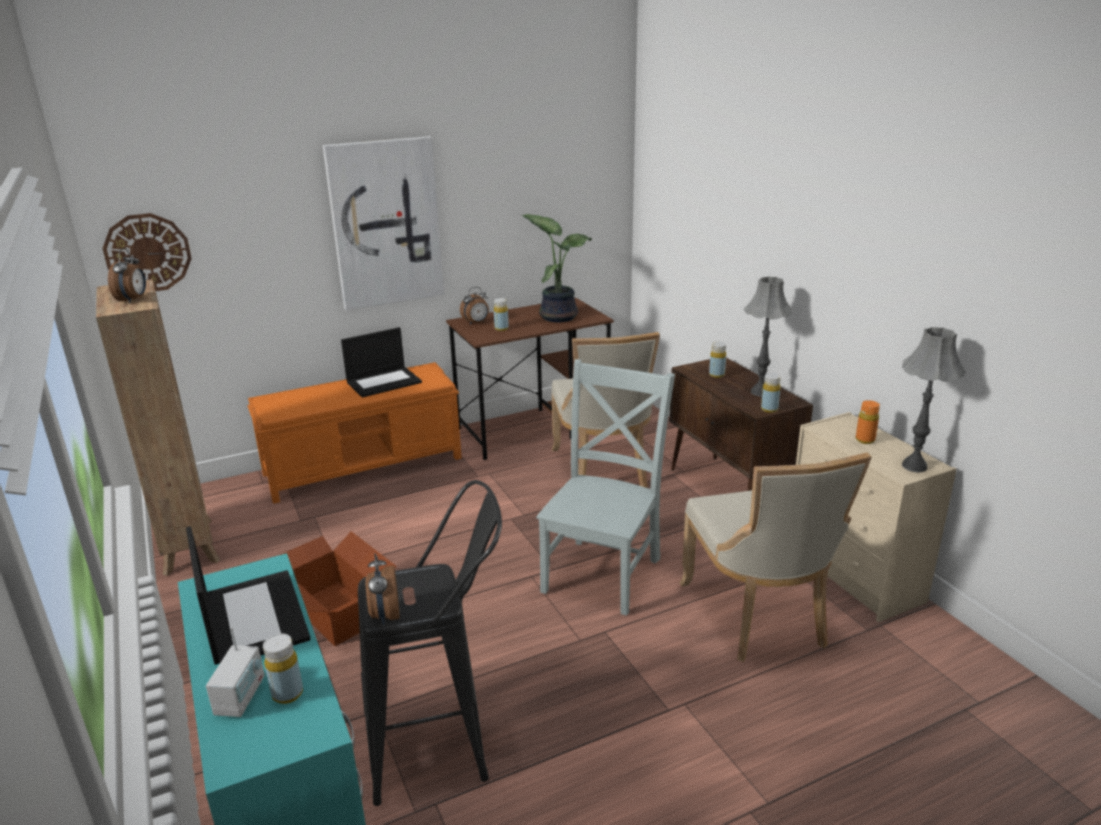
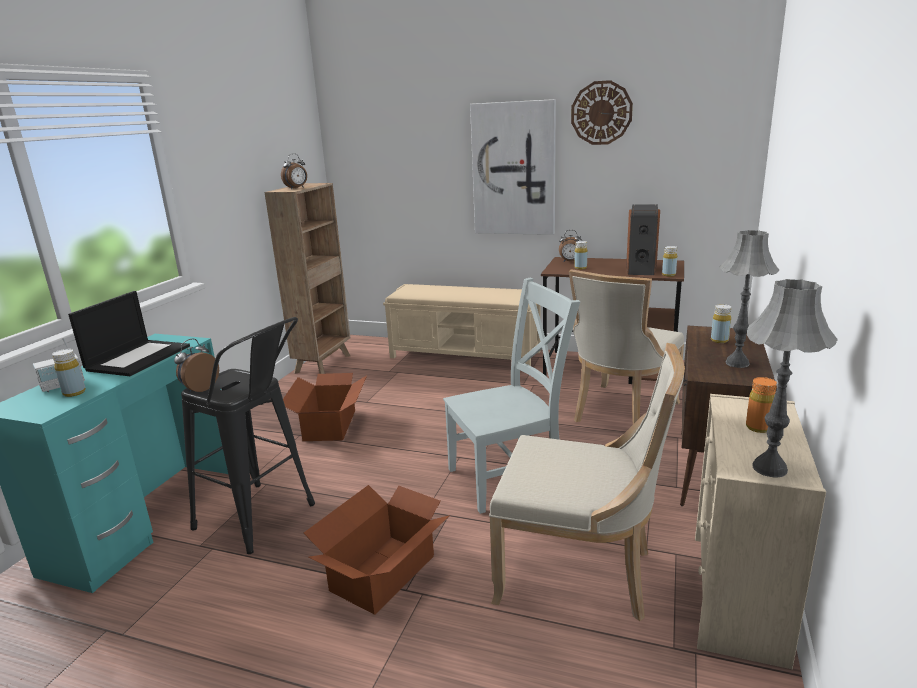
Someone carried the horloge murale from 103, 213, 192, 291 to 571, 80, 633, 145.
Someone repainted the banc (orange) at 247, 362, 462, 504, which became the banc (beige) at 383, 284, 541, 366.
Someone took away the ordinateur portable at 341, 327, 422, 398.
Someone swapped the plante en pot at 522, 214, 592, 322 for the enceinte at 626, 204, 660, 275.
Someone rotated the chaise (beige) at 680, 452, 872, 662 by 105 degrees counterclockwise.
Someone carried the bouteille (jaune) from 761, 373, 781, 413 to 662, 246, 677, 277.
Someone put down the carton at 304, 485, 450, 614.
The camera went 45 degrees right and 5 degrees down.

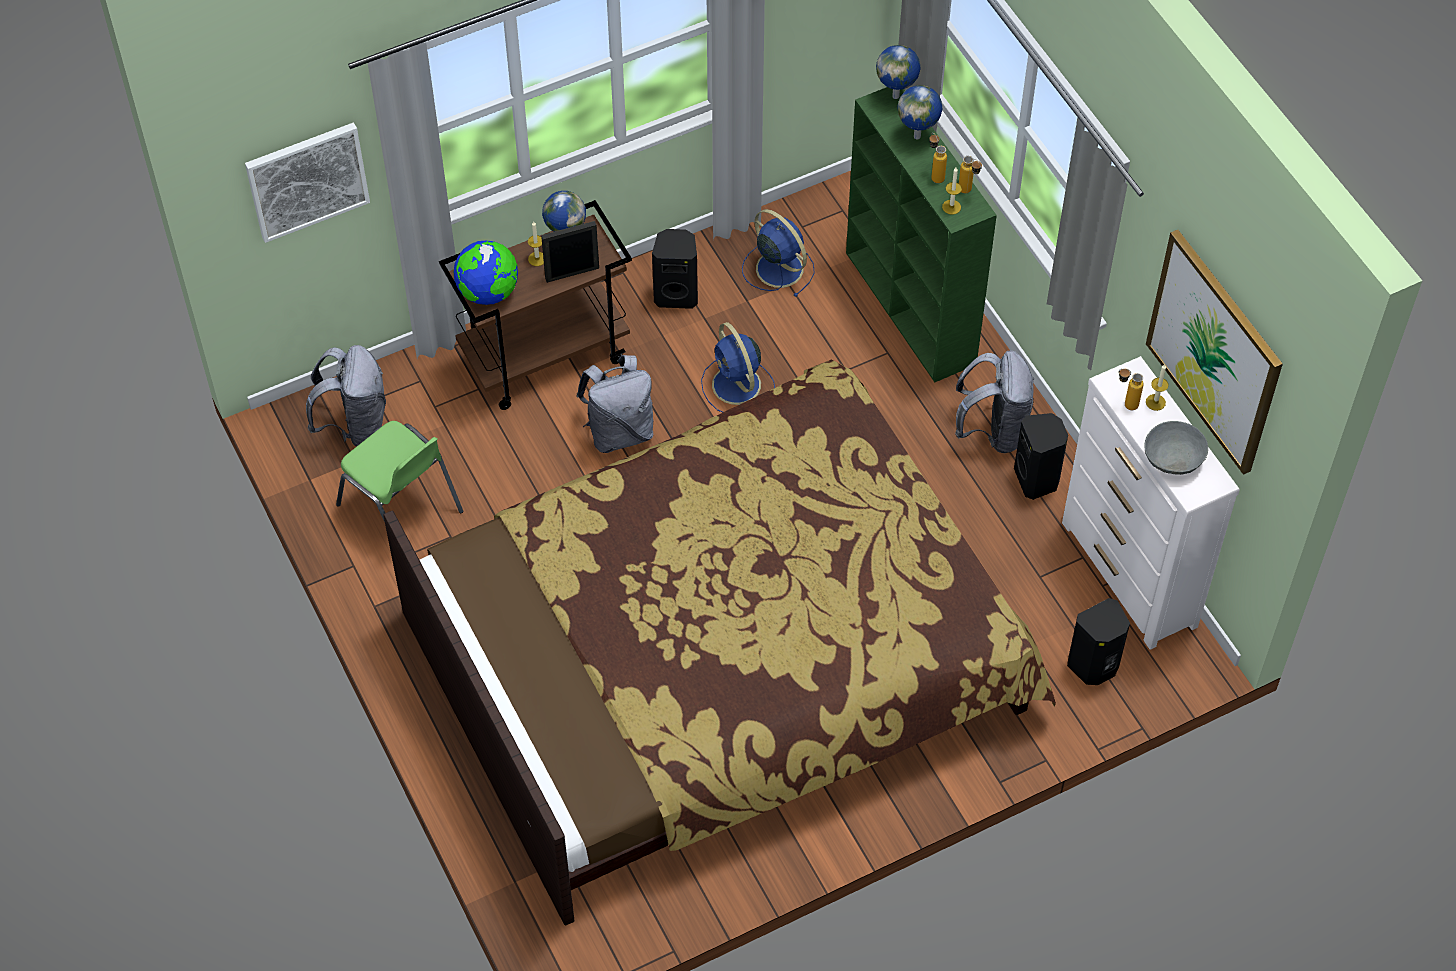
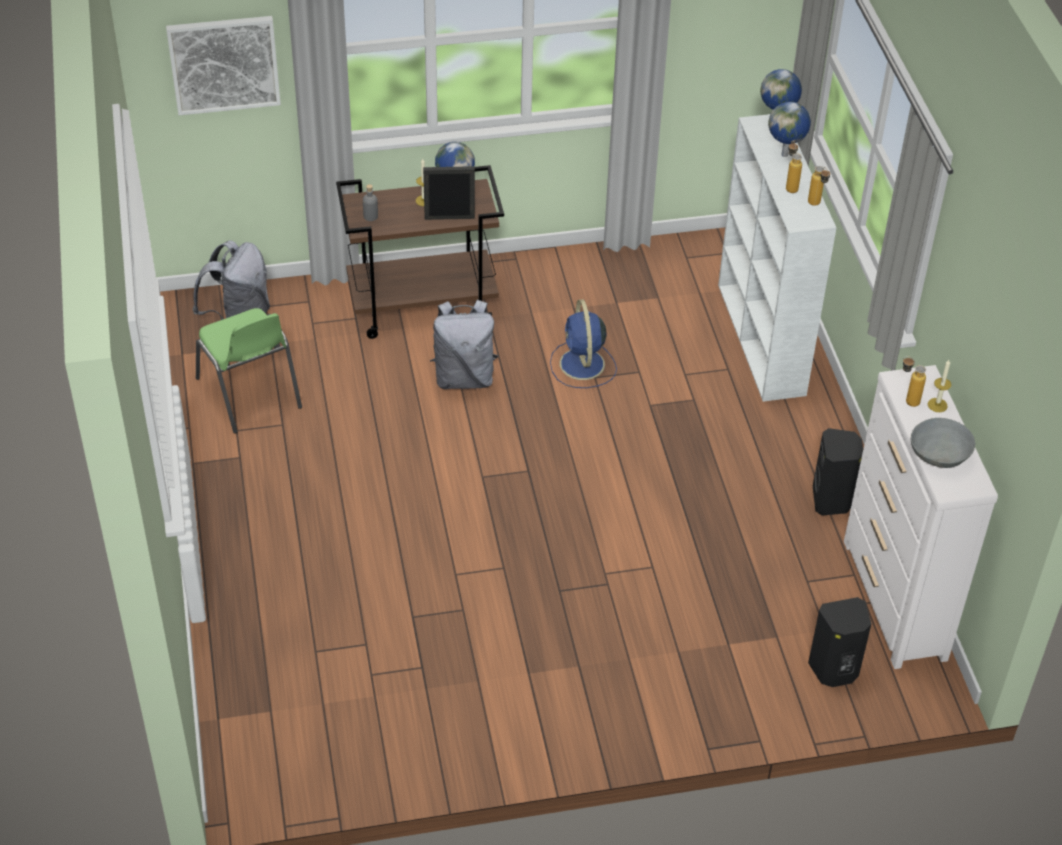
Someone took away the lit at 383, 360, 1056, 925.
Someone swapped the globe at 454, 241, 518, 305 for the bouteille (gris) at 363, 184, 378, 221.
Someone took away the enceinte (noir) at 652, 229, 698, 309.
Someone took away the ventilateur (bleu) at 742, 209, 815, 297.
Someone repainted the bibliothèque (vert) at 846, 87, 997, 382, which became the bibliothèque (blanc) at 718, 114, 836, 402.
Someone took away the bougie at 942, 168, 962, 215.
Someone took away the sac à dos (gris) at 955, 350, 1034, 453.
Someone took away the tableau at 1146, 230, 1283, 475.
The camera went 15 degrees right and 10 degrees down.

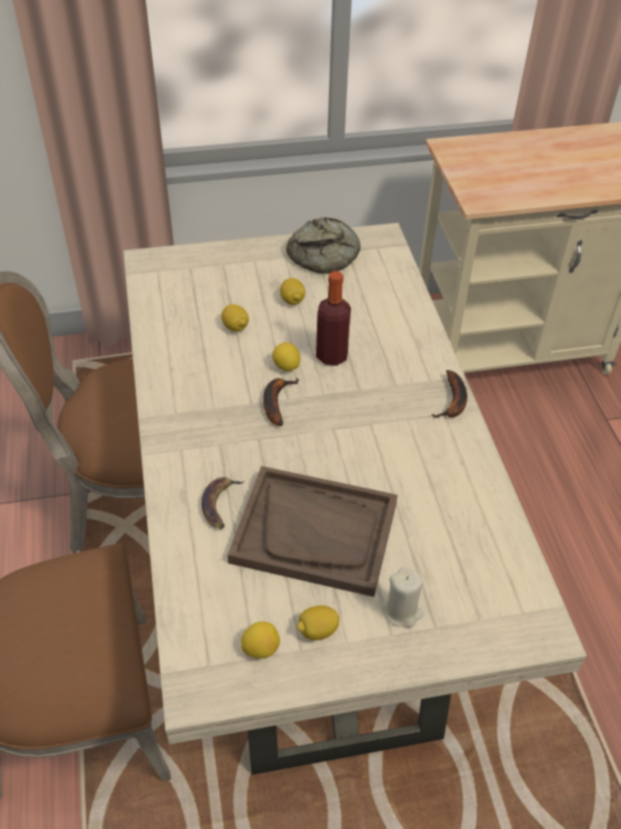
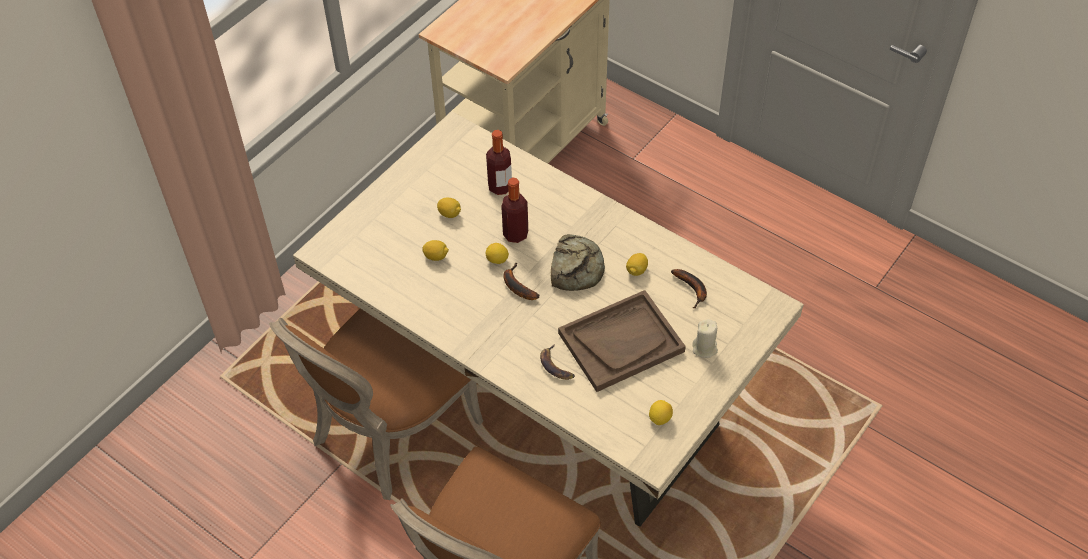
Someone carried the pain from 286, 217, 361, 274 to 551, 234, 605, 291.
Someone carried the citron from 297, 605, 340, 641 to 626, 253, 648, 276.
Someone carried the banane from 432, 370, 467, 418 to 671, 269, 707, 308.
Someone put down the bouteille at 486, 130, 512, 195.
The camera went 40 degrees left and 5 degrees up.

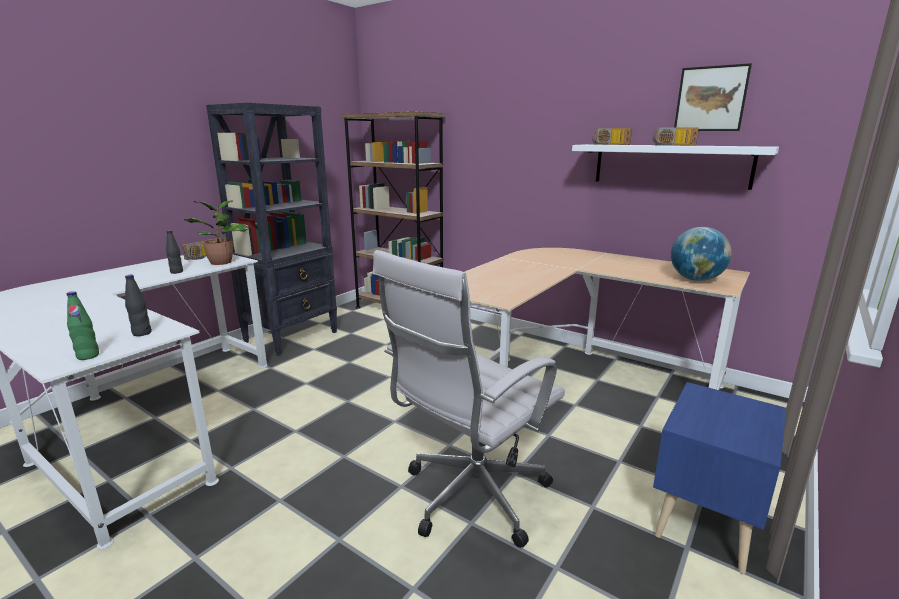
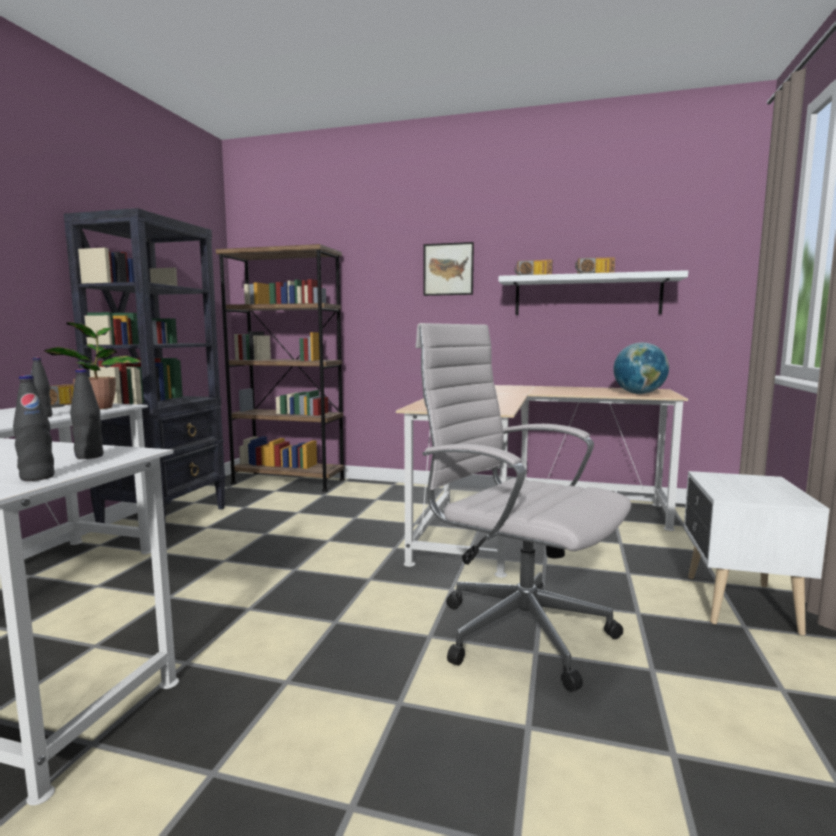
Someone repainted the bouteille (vert) at 67, 291, 99, 360, which became the bouteille (noir) at 13, 375, 55, 481.
Someone rotated the chaise de bureau (blanc) at 373, 250, 565, 548 by 105 degrees clockwise.
Someone repainted the table de chevet (bleu) at 653, 382, 786, 574, which became the table de chevet (blanc) at 684, 471, 830, 635.
Someone carried the tableau from 674, 63, 752, 131 to 424, 242, 474, 296.
The camera went 20 degrees left and 10 degrees down.

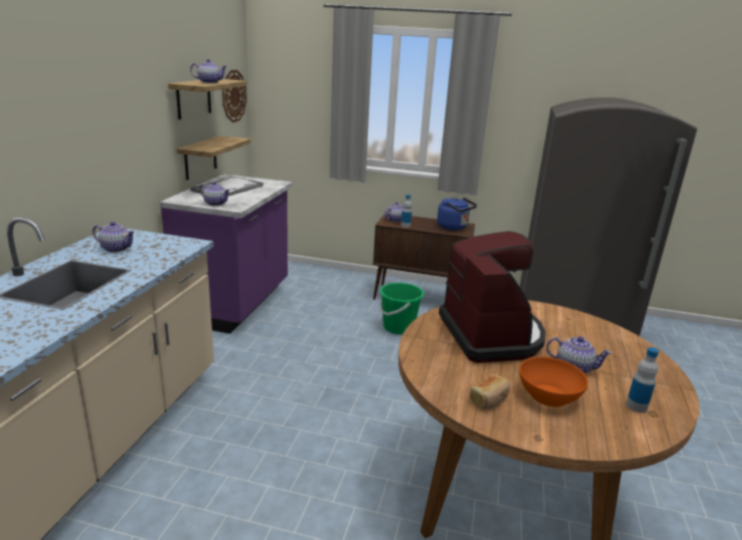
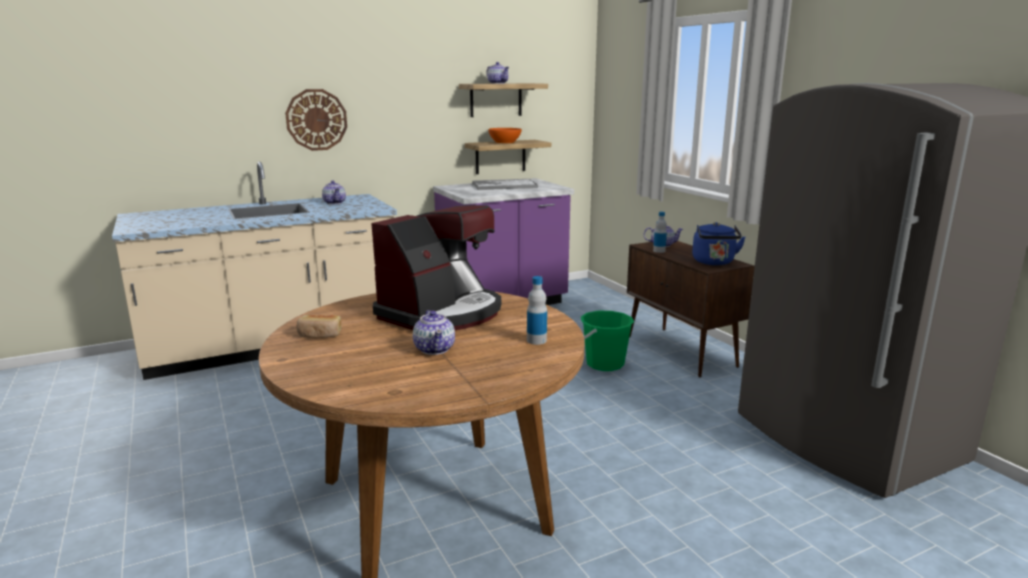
Someone took away the théière at 199, 182, 230, 206.
Someone carried the horloge murale from 222, 70, 247, 123 to 285, 89, 347, 151.
Someone carried the bol (orange) from 519, 357, 588, 407 to 488, 128, 522, 143.
Someone carried the bouteille from 626, 347, 659, 413 to 527, 276, 547, 345.
The camera went 50 degrees right and 5 degrees down.

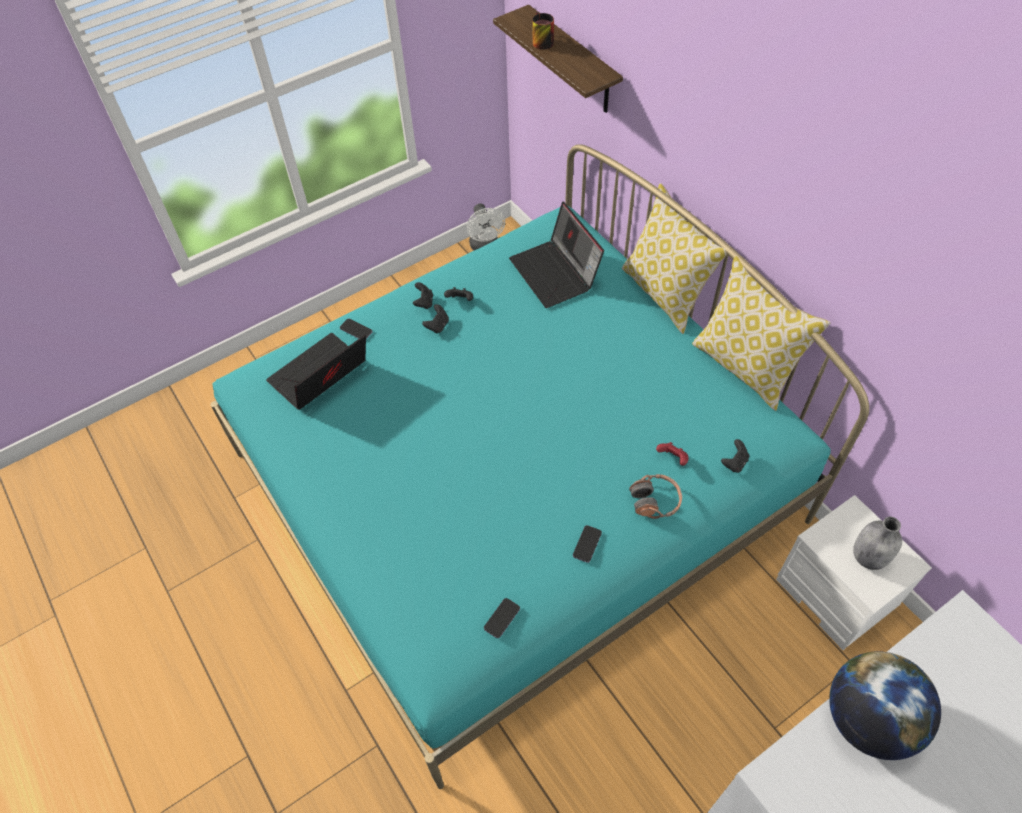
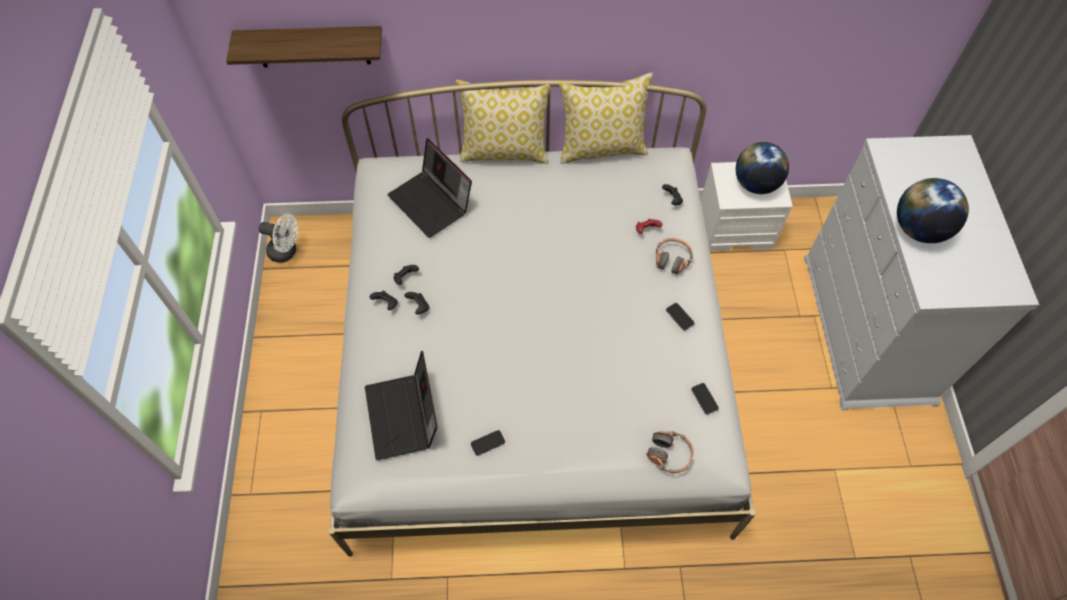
Someone repainted the lit (turquoise) at 211, 144, 869, 789, which became the lit (blanc) at 328, 80, 756, 557.
Someone carried the téléphone from 340, 319, 372, 339 to 471, 430, 505, 456.
Someone rotated the ordinateur portable at 509, 201, 604, 308 by 45 degrees clockwise.
Someone took away the mug at 533, 12, 554, 50.
Someone swapped the bouteille (gris) at 853, 517, 902, 570 for the globe at 736, 142, 789, 194.
Someone put down the casque audio at 646, 431, 694, 473.
The camera went 60 degrees left and 5 degrees up.

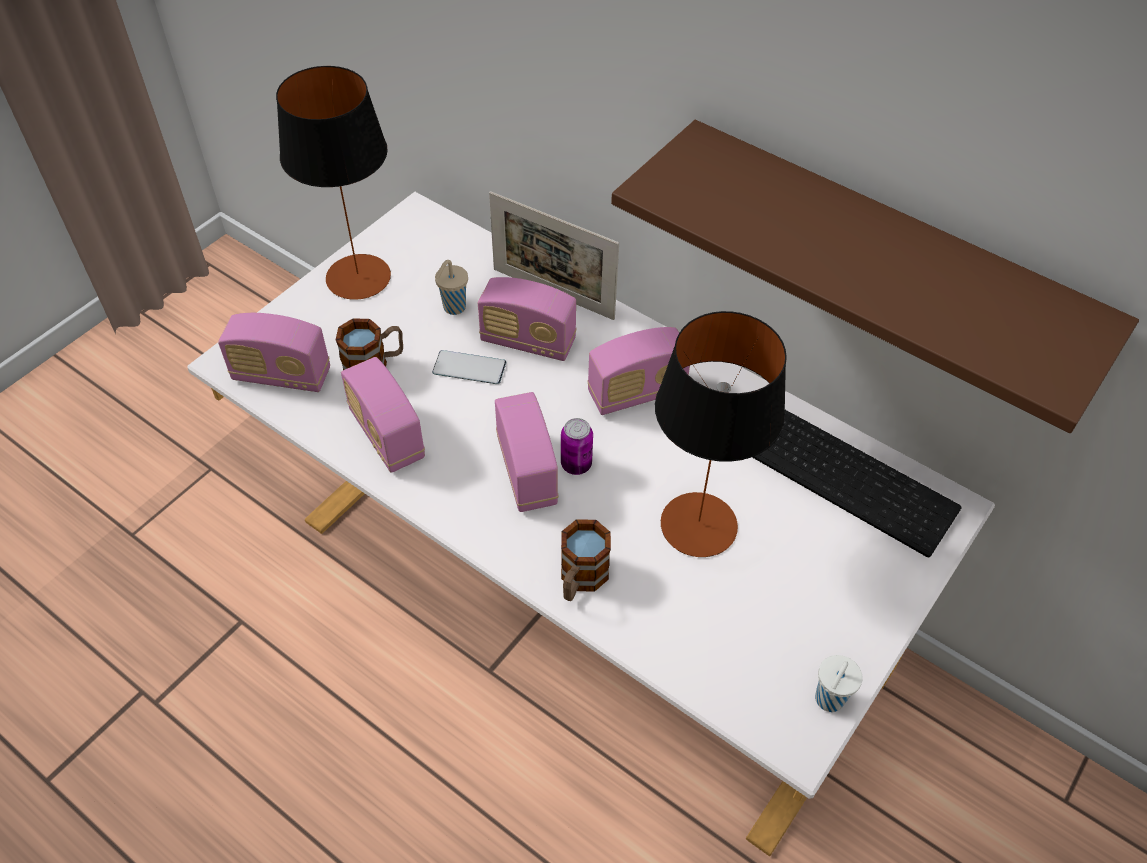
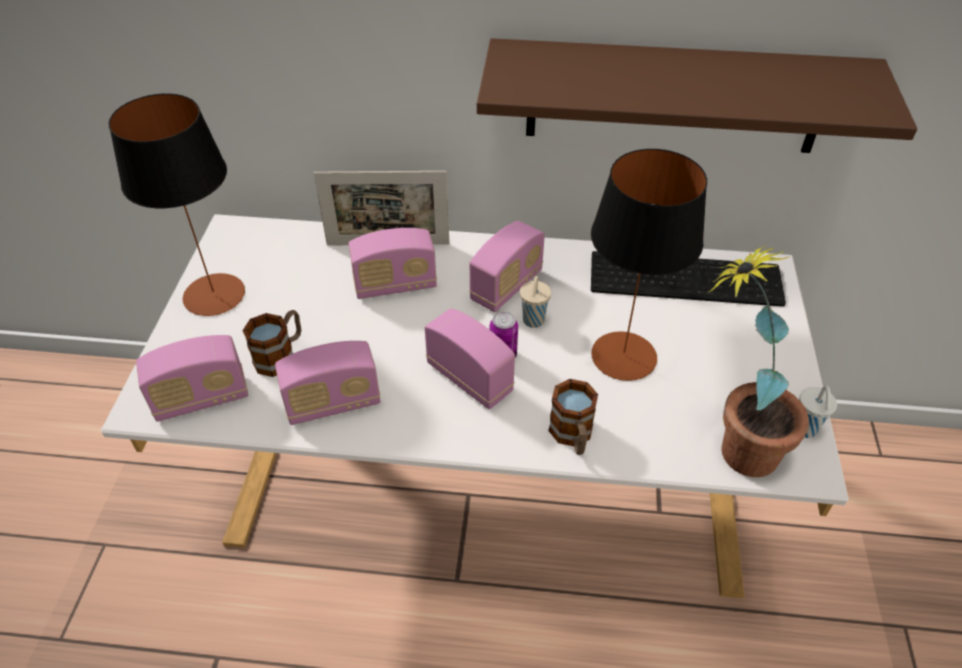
Someone rotated the radio at 341, 357, 425, 473 by 45 degrees counterclockwise.
Someone took away the téléphone at 432, 350, 506, 384.
Someone carried the tasse (beige) from 435, 260, 468, 315 to 520, 276, 551, 328.
Someone put down the plante en pot at 709, 245, 809, 477.
The camera went 30 degrees left and 5 degrees down.

